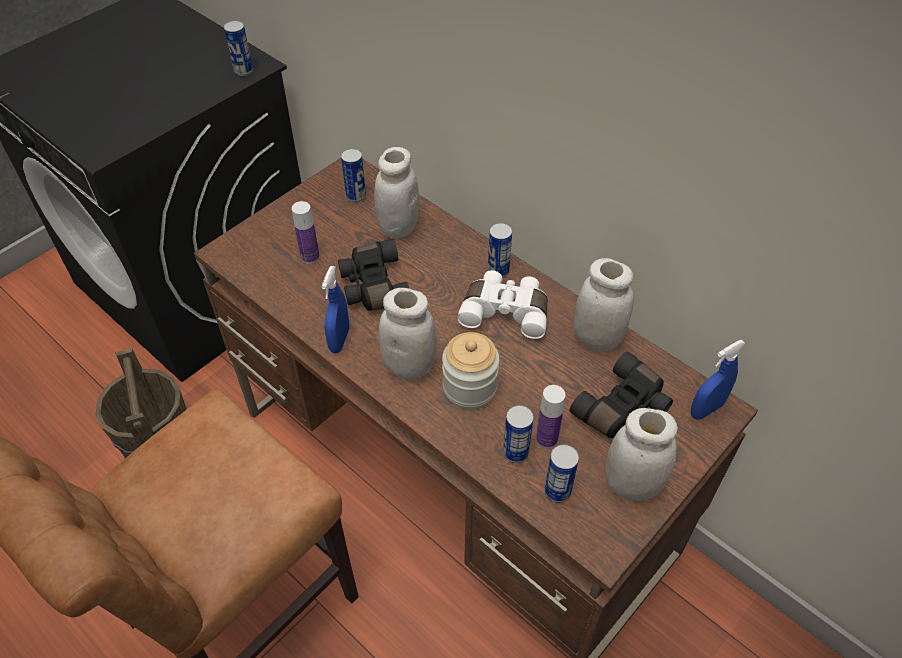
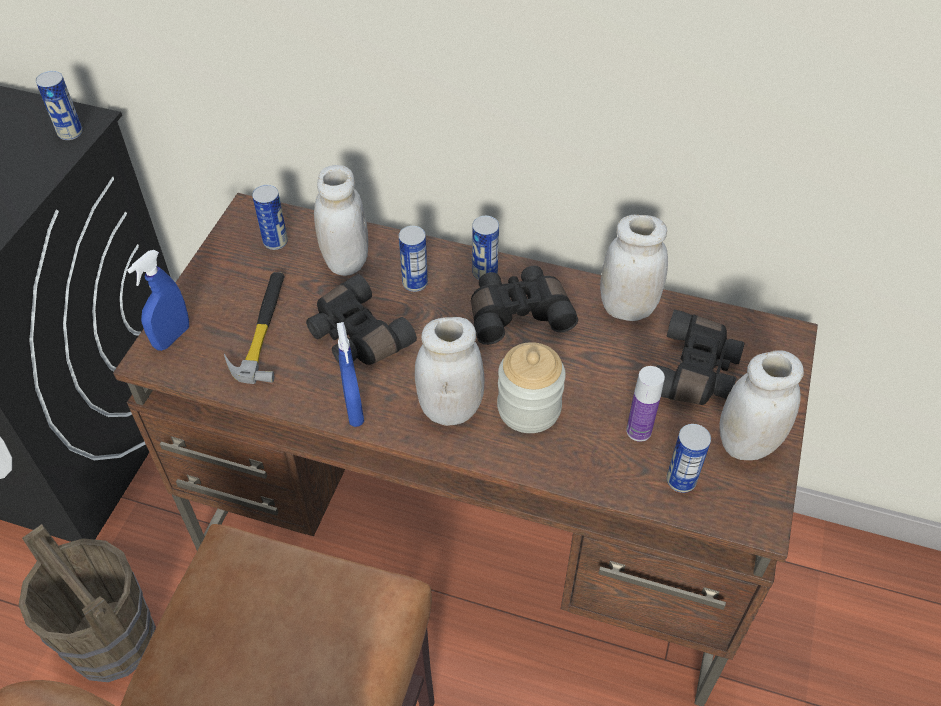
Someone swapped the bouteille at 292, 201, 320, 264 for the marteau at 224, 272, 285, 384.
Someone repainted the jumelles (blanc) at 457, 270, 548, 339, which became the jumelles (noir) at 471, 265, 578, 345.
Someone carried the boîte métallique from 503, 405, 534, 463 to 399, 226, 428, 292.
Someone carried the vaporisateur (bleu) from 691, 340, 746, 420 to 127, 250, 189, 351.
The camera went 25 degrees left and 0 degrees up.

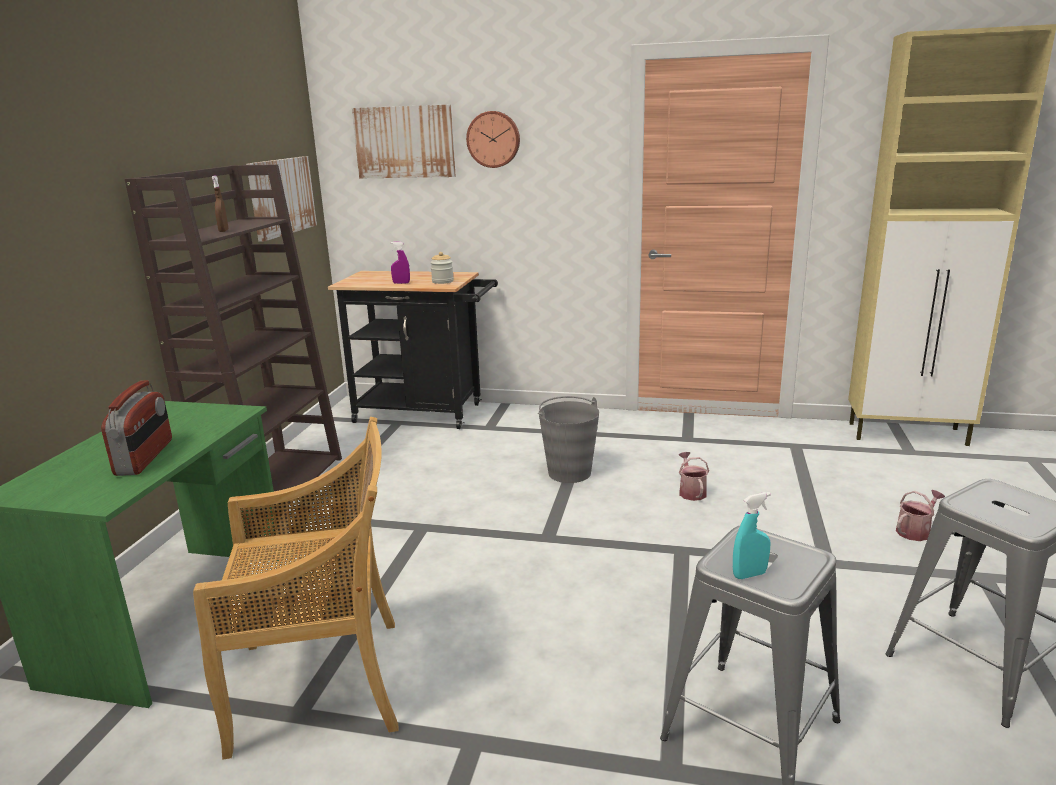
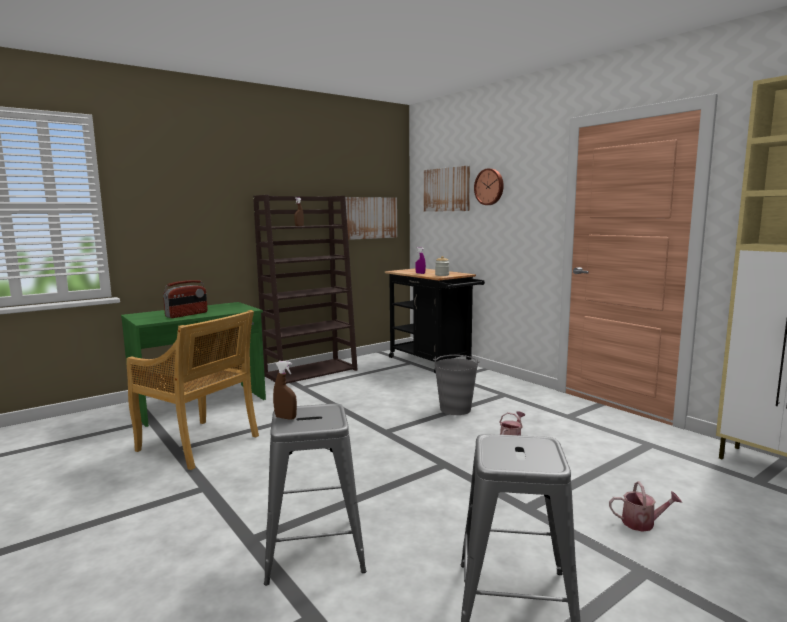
Someone repainted the vaporisateur (turquoise) at 733, 492, 771, 579, which became the vaporisateur (marron) at 273, 361, 297, 420.
The camera went 40 degrees right and 10 degrees down.

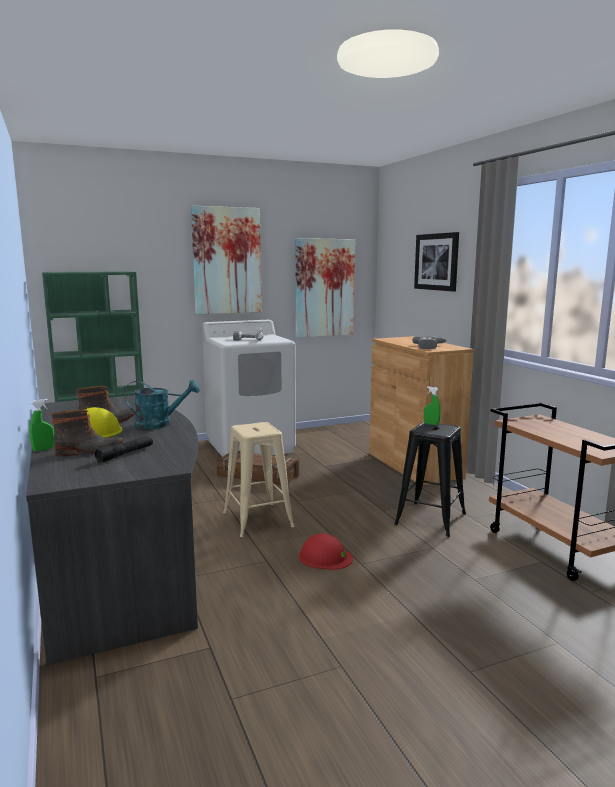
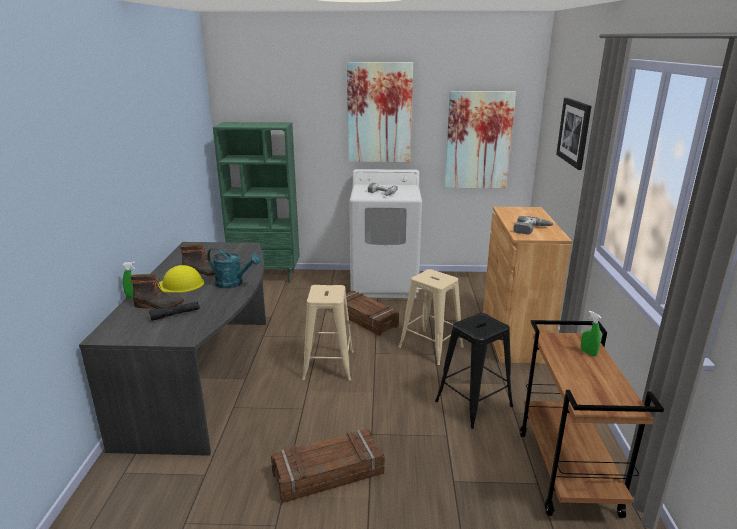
Someone took away the casque de chantier (rouge) at 299, 533, 353, 570.
Someone carried the vaporisateur (vert) from 424, 386, 441, 425 to 581, 311, 601, 356.
Someone put down the caisse at 271, 429, 385, 503.
Someone put down the tabouret (beige) at 399, 269, 464, 365.
The camera went 25 degrees right and 10 degrees up.

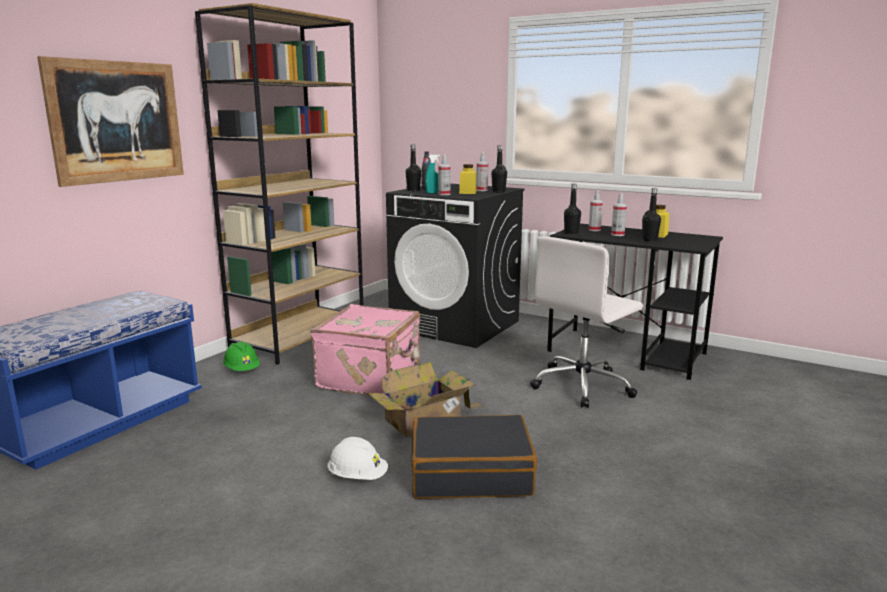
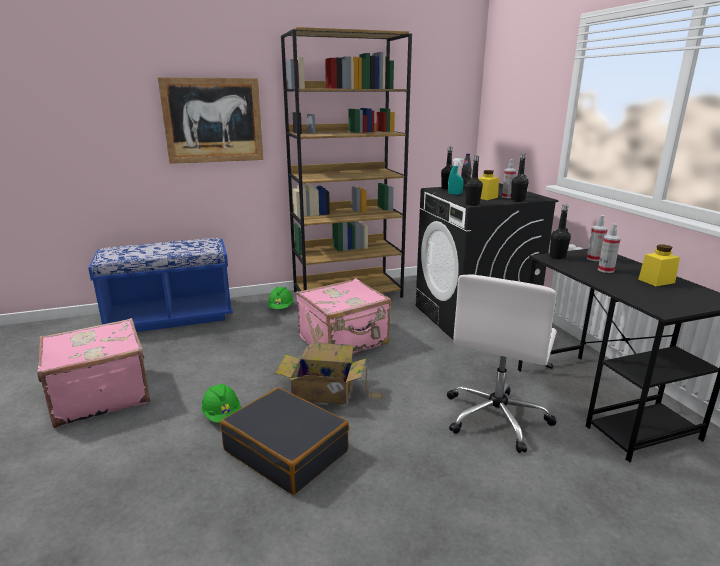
Someone repainted the casque de chantier (blanc) at 327, 437, 388, 480, which became the casque de chantier (vert) at 201, 383, 241, 423.
Someone took away the vaporisateur at 438, 155, 451, 195.
Someone rotated the chaise de bureau (blanc) at 530, 236, 643, 408 by 60 degrees counterclockwise.
Someone carried the bouteille (noir) from 642, 188, 661, 241 to 466, 156, 483, 206.
Someone put down the valise (rose) at 37, 318, 151, 428.
The camera went 40 degrees right and 5 degrees up.

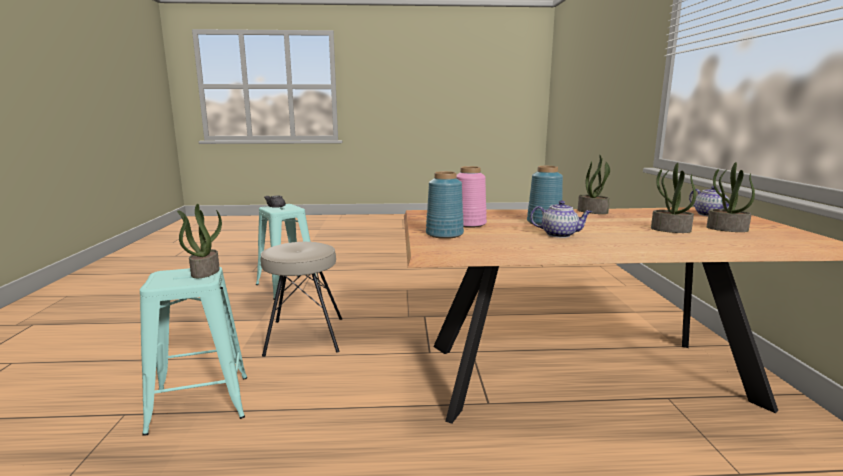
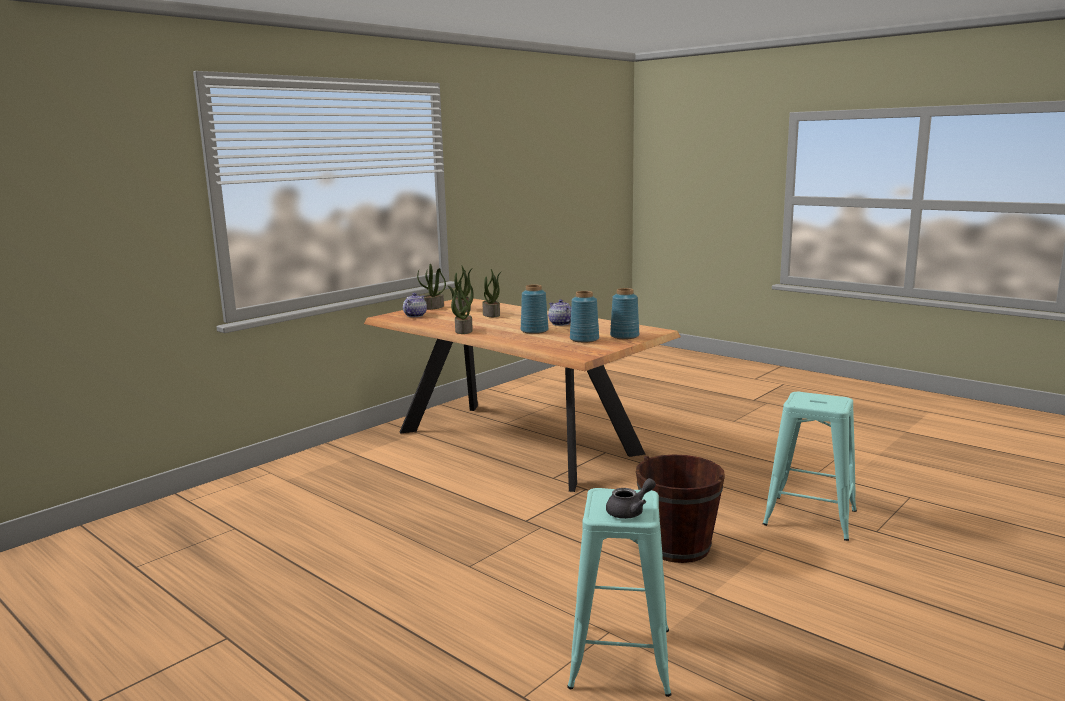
Someone carried the plante en pot from 177, 204, 222, 278 to 417, 264, 446, 310.
Someone swapped the tabouret (beige) at 261, 242, 342, 357 for the seau (marron) at 636, 454, 725, 563.
Someone repainted the vase (rose) at 456, 166, 487, 228, which became the vase (bleu) at 570, 291, 599, 343.
The camera went 135 degrees left and 0 degrees up.

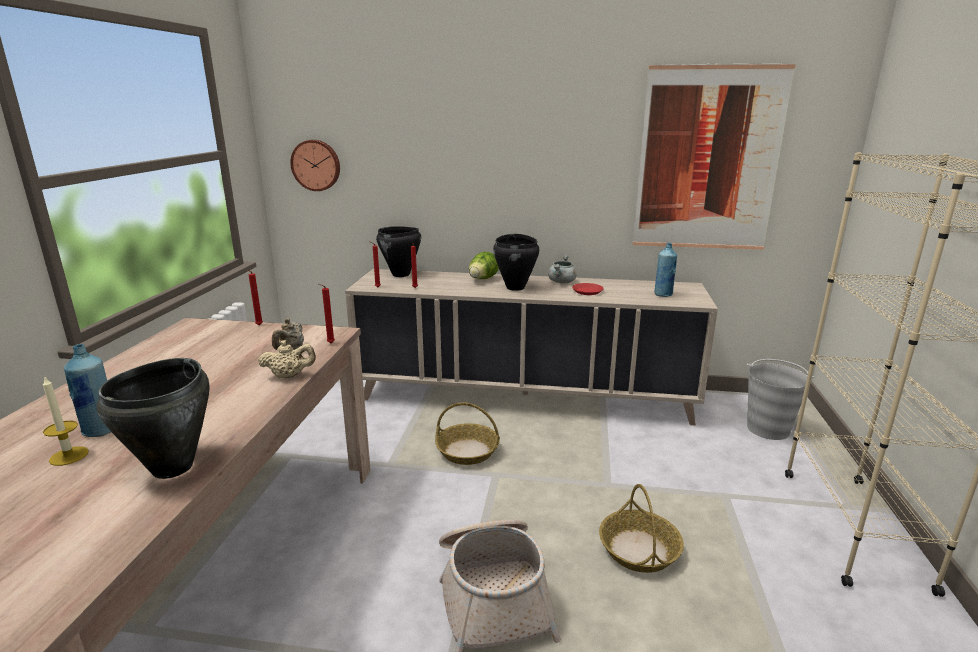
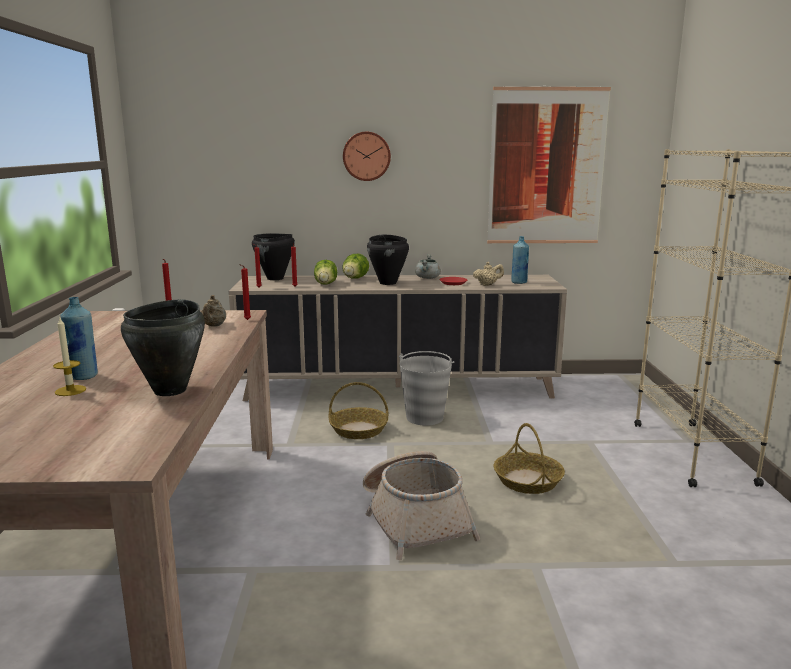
Someone carried the théière (beige) from 258, 340, 316, 378 to 473, 262, 504, 286.
Someone carried the horloge murale from 290, 140, 340, 191 to 343, 132, 391, 181.
Someone carried the seau (gris) from 747, 359, 815, 440 to 399, 351, 454, 426.
Someone put down the laitue at 314, 260, 337, 285.
The camera went 10 degrees left and 5 degrees down.

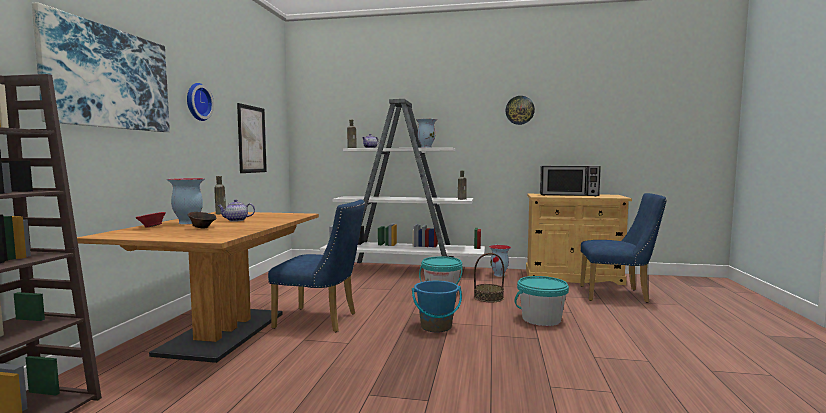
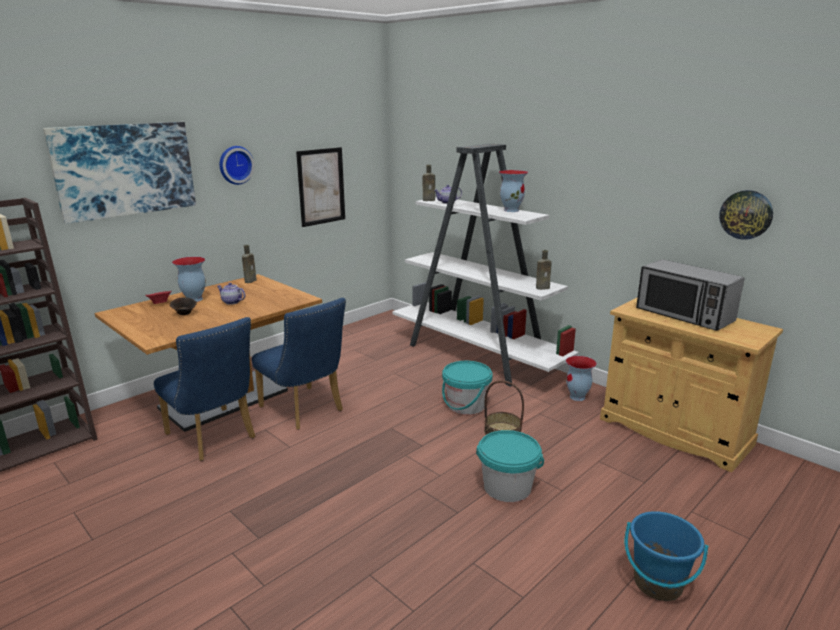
Someone carried the seau (bleu) from 412, 281, 462, 332 to 625, 511, 708, 601.
Someone carried the horloge murale from 505, 96, 535, 125 to 719, 190, 773, 240.
Someone carried the chaise (bleu) from 580, 193, 667, 303 to 154, 317, 255, 461.
The camera went 35 degrees right and 15 degrees up.

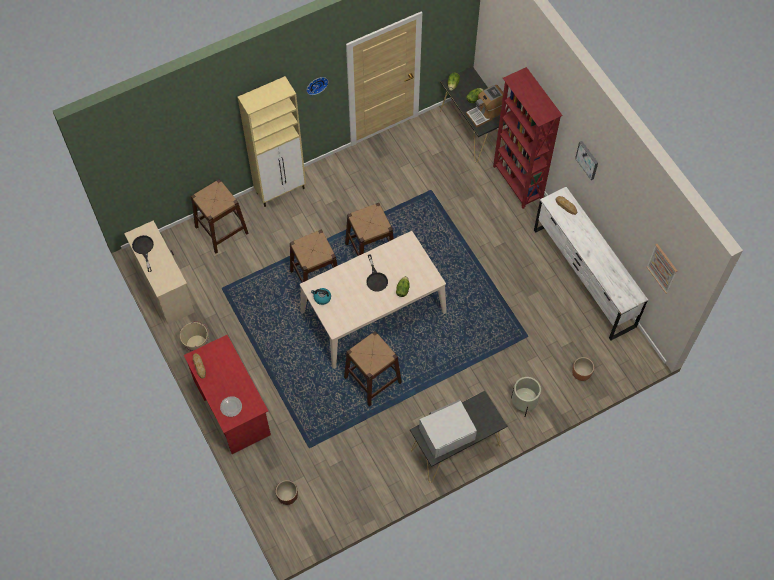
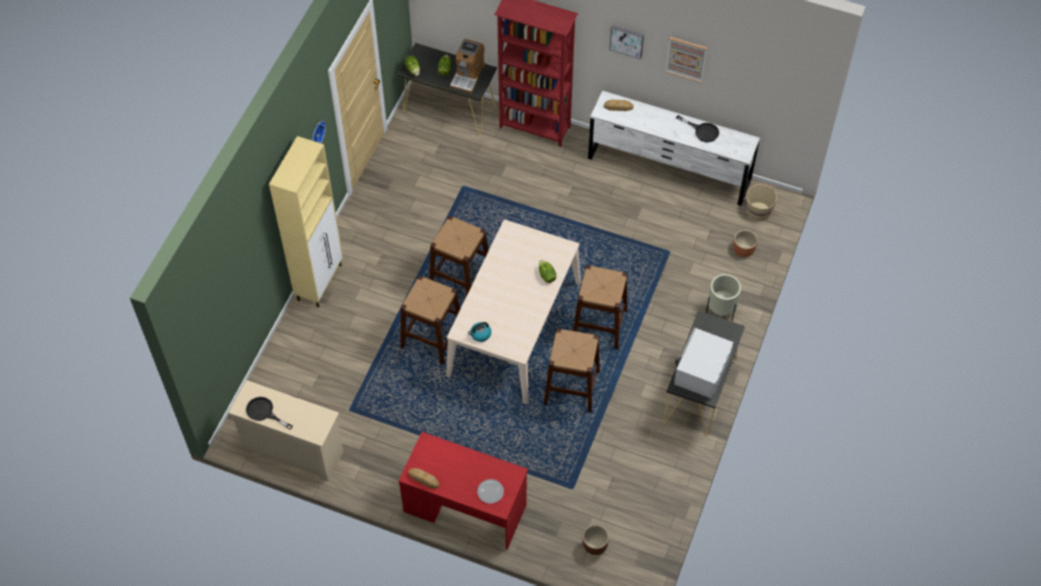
Someone carried the seau (beige) from 180, 321, 209, 352 to 746, 183, 779, 221.
Someone carried the tabouret (marron) from 191, 179, 248, 253 to 573, 265, 628, 349.
Someone carried the poêle (noir) from 366, 254, 388, 292 to 676, 115, 719, 142.
Someone carried the tableau from 646, 244, 677, 294 to 665, 37, 707, 83.
The camera went 40 degrees left and 5 degrees down.

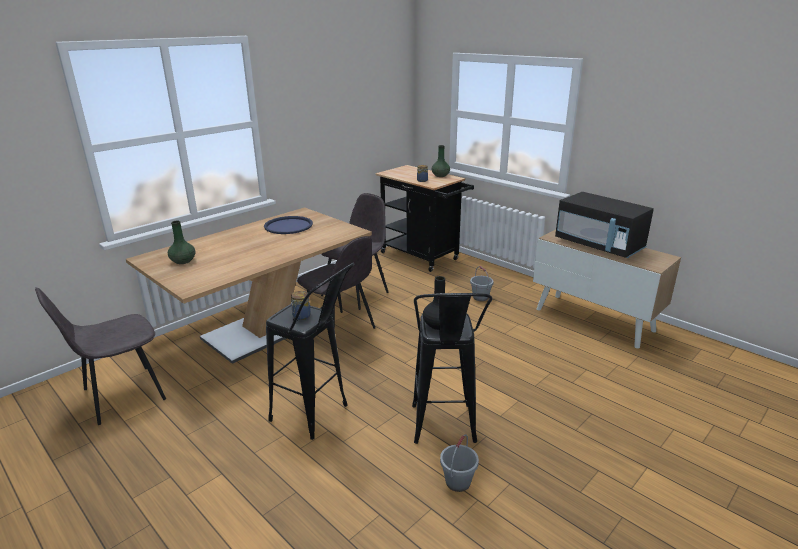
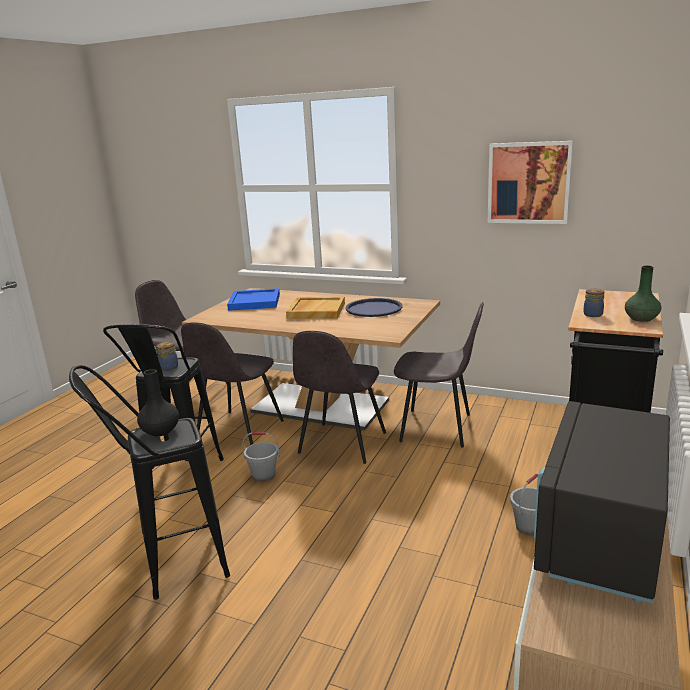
Someone swapped the vase (vert) at 168, 221, 196, 264 for the plateau (bleu) at 227, 288, 280, 311.
Someone carried the seau (gris) from 440, 434, 479, 492 to 242, 432, 280, 482.
Someone put down the chaise (gris) at 181, 322, 284, 445.
Someone put down the plateau (beige) at 286, 297, 345, 319.
Someone put up the tableau at 488, 141, 573, 224.
The camera went 70 degrees right and 5 degrees down.

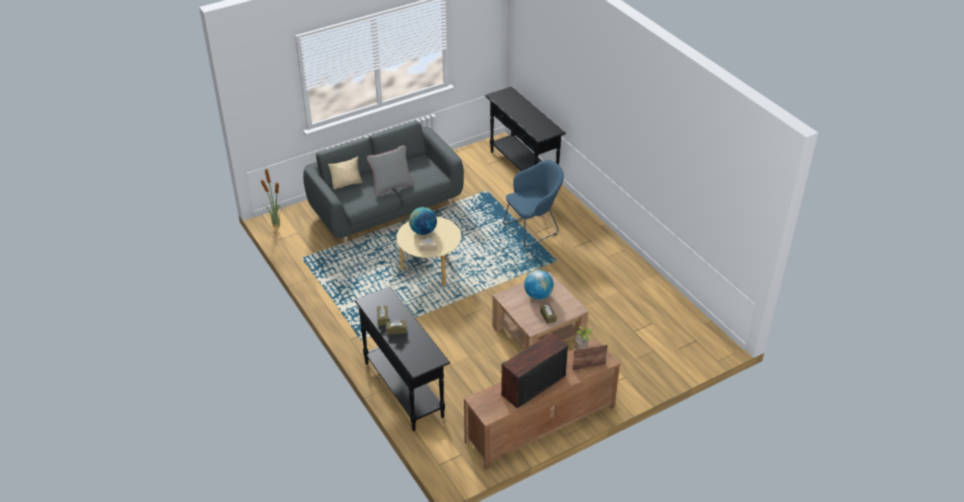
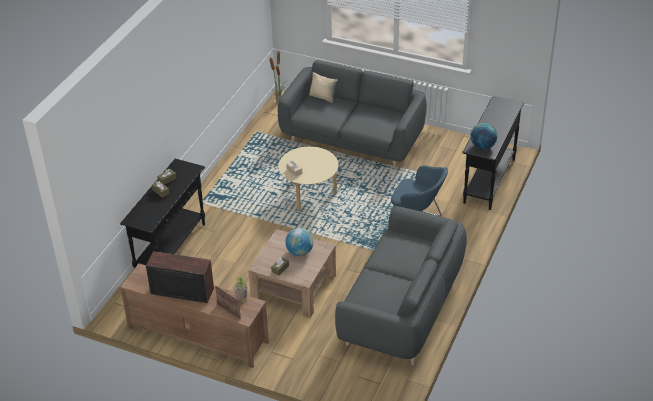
Someone took away the coussin (gris) at 367, 145, 413, 197.
Someone carried the globe from 409, 207, 437, 235 to 470, 123, 497, 150.
Someone put down the canapé (gris) at 335, 206, 467, 366.
The camera went 55 degrees right and 0 degrees up.

